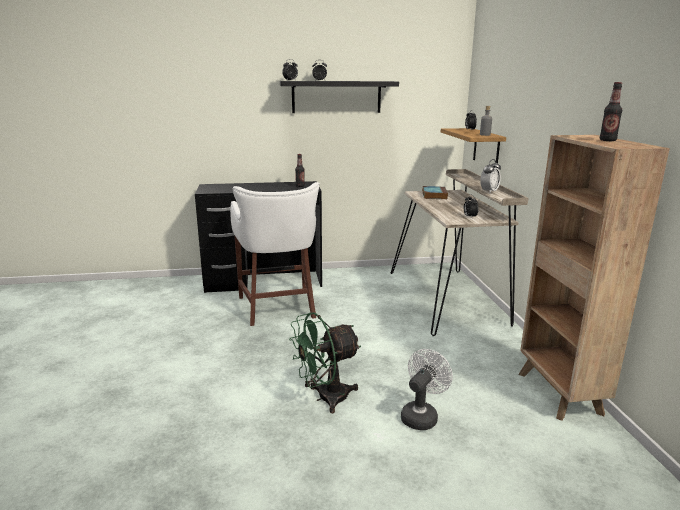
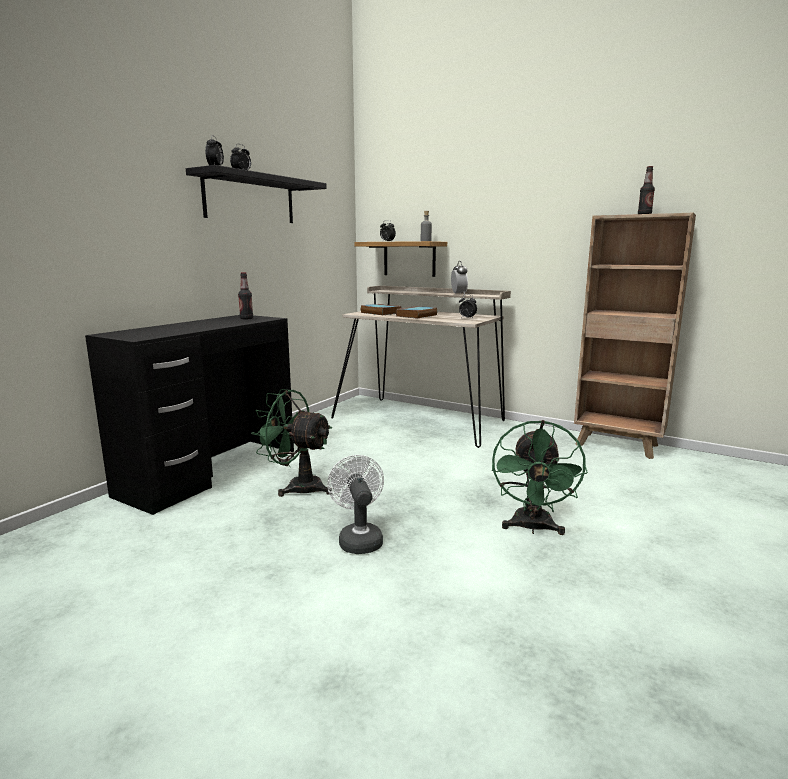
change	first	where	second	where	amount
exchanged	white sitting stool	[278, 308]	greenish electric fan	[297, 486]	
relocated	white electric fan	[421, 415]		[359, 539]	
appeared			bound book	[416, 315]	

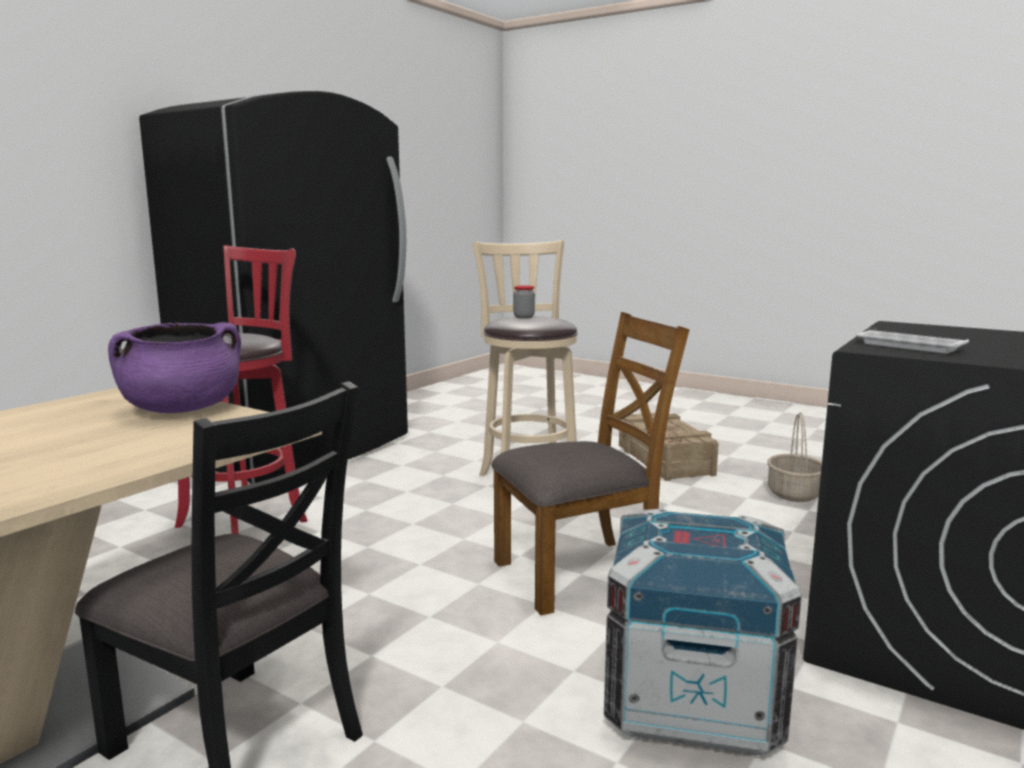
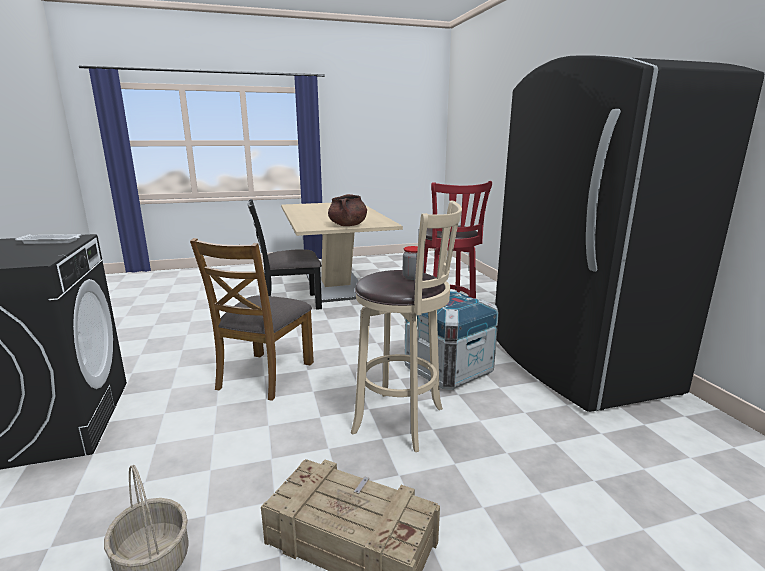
change	first	where	second	where	amount
colour	purplish stockpot	[182, 409]	brownish stockpot	[348, 225]	
relocated	crate	[692, 700]		[448, 370]	

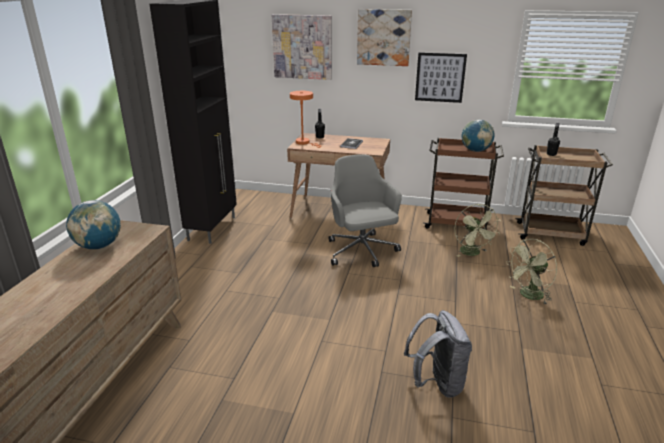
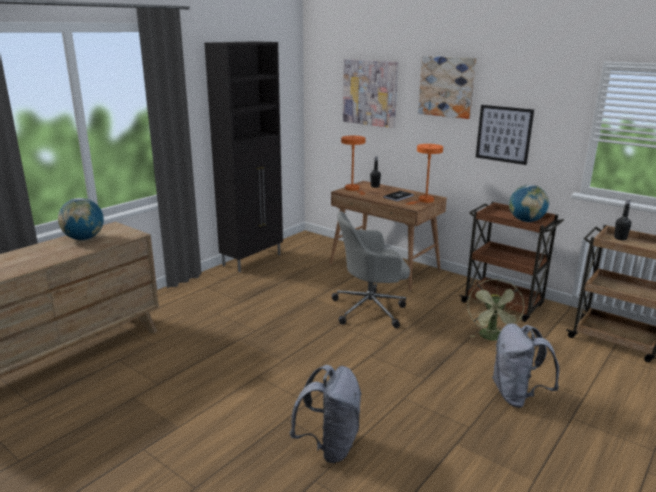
change	first	where	second	where	amount
spun	gray computer chair	[362, 252]		[371, 309]	105 degrees counterclockwise
exchanged	greenish electric fan	[528, 296]	gray rucksack	[517, 396]	
appeared			orange-coloured table lamp	[424, 201]	

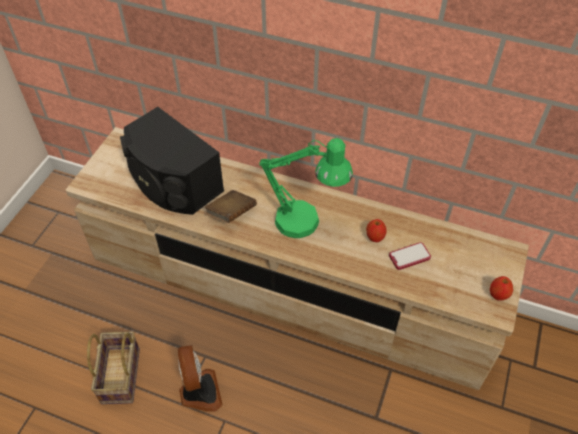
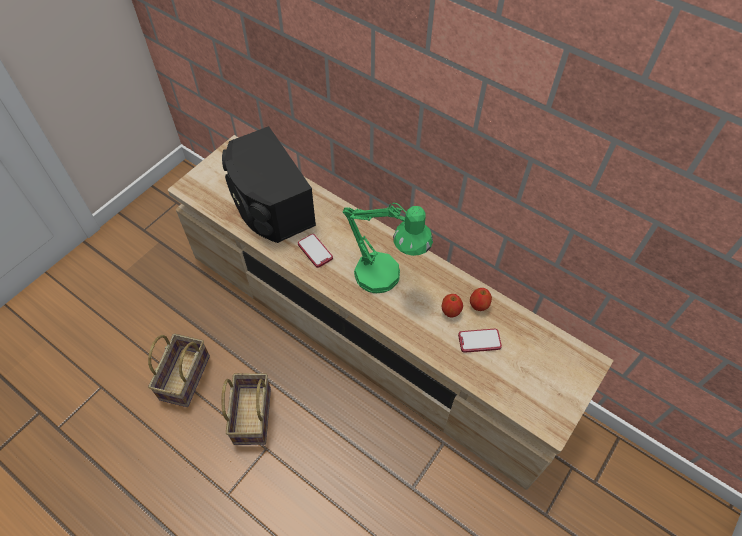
change	first	where	second	where	amount
exchanged	brownish bound book	[231, 214]	phone	[315, 251]	
relocated	apple fruit	[498, 295]		[479, 305]	
exchanged	electric fan	[199, 392]	basket	[251, 414]	

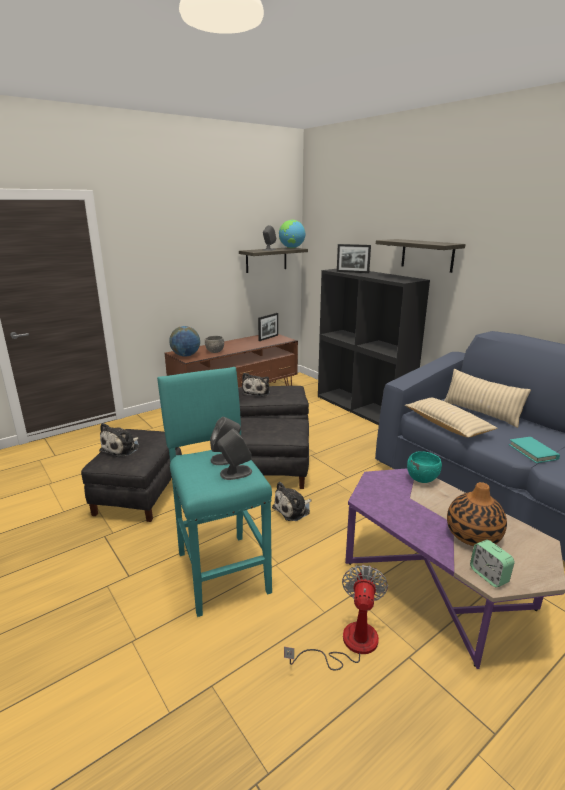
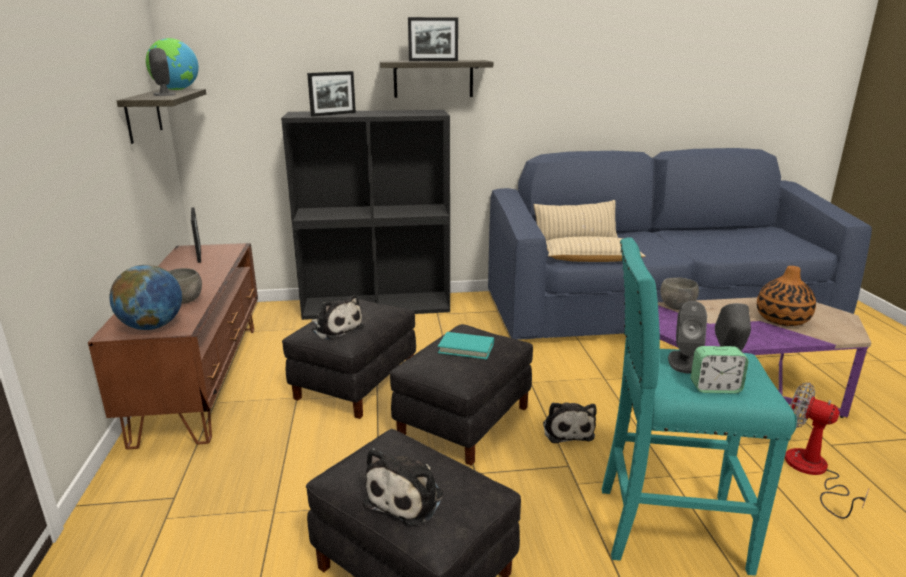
change	first	where	second	where	amount
spun	soft toy	[122, 448]		[407, 497]	60 degrees clockwise
relocated	turquoise bound book	[533, 452]		[466, 348]	
colour	turquoise bowl	[422, 479]	gray bowl	[676, 307]	
relocated	table clock	[488, 575]		[715, 388]	
appeared			picture frame	[433, 61]	

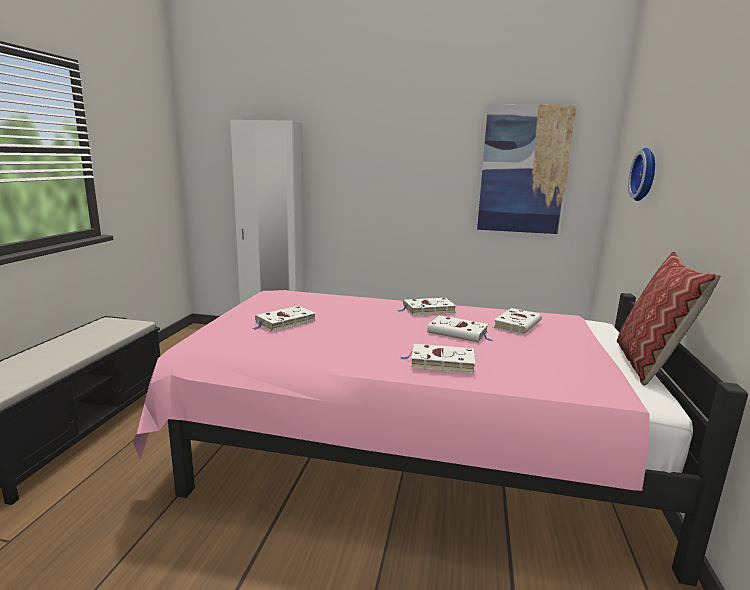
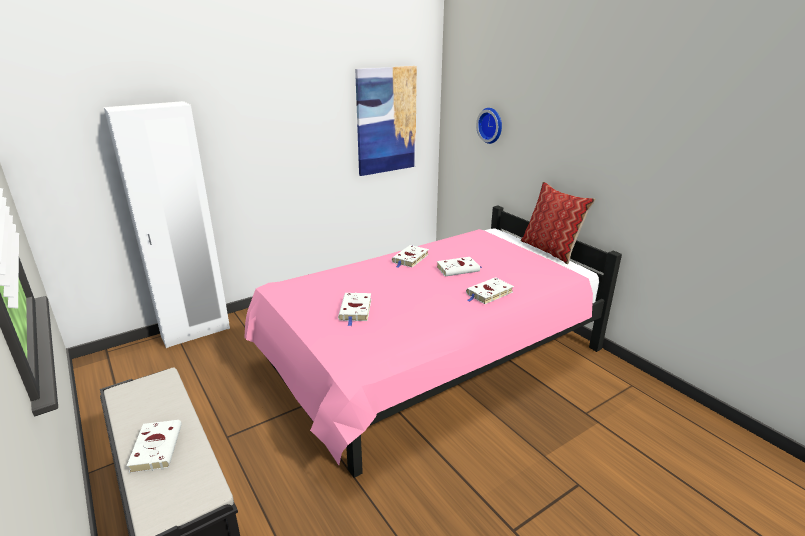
change	first	where	second	where	amount
relocated	white bound book	[517, 324]		[157, 447]	

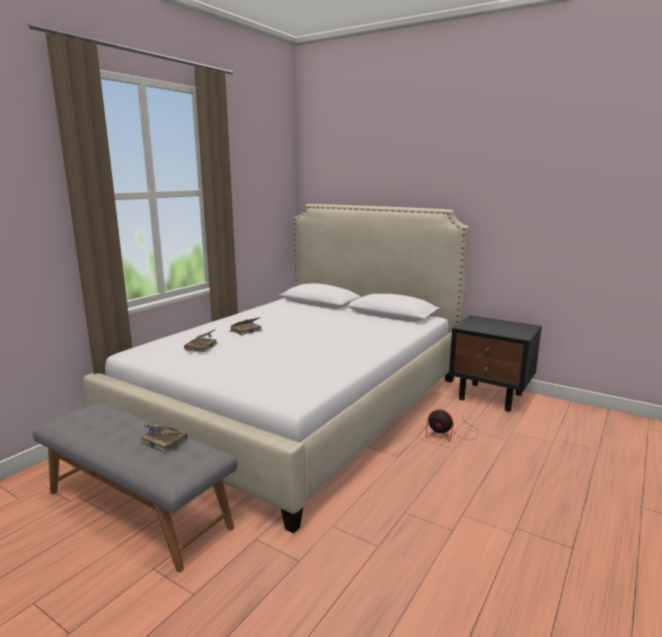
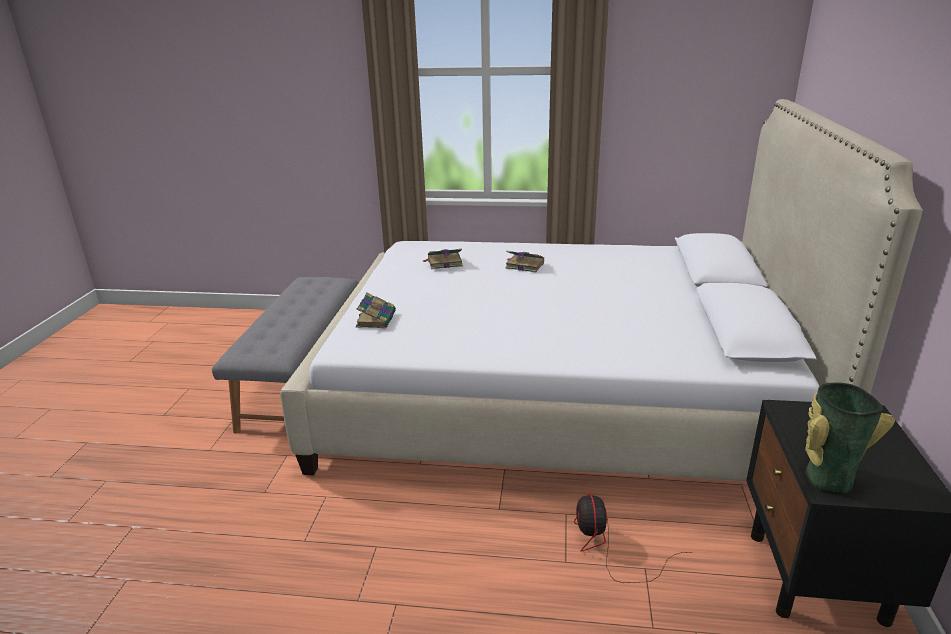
change	first	where	second	where	amount
relocated	bound book	[163, 440]		[376, 319]	
appeared			flower vase	[826, 477]	

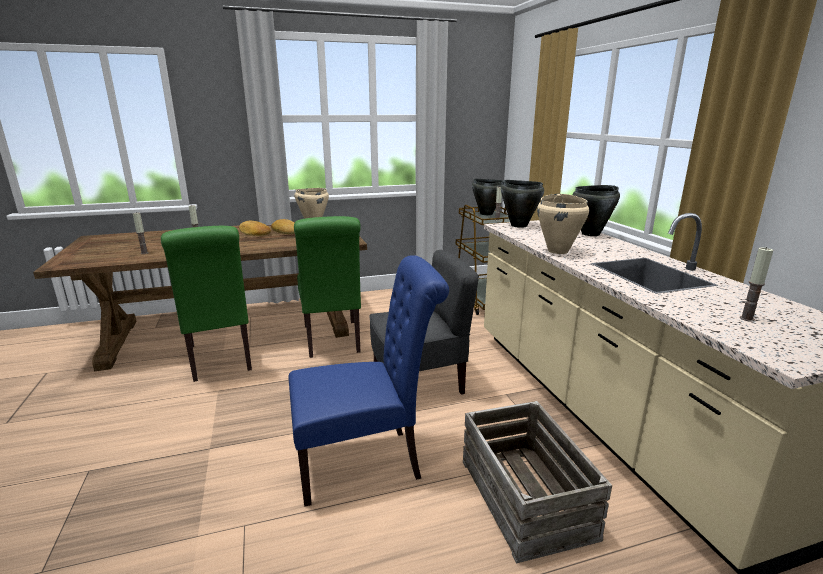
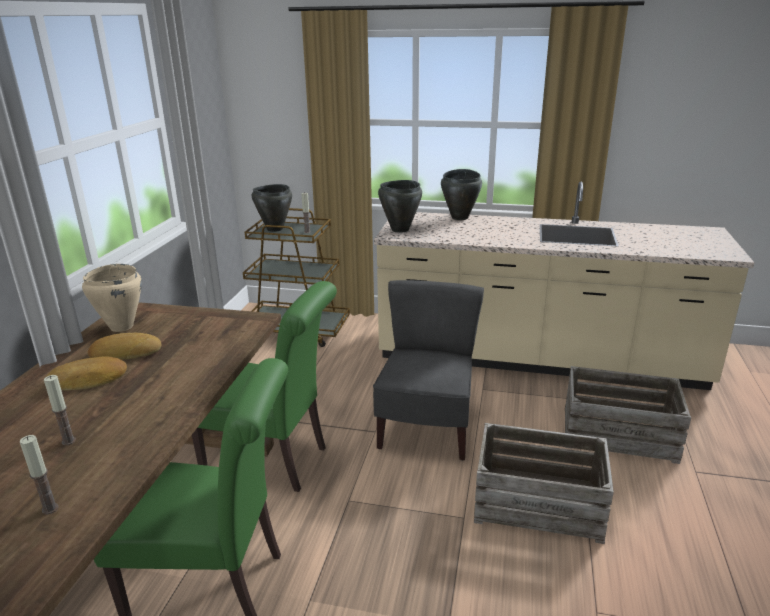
change	first	where	second	where	amount
missing	beige stockpot	[558, 251]			
missing	candle	[746, 318]			
exchanged	blue chair	[366, 462]	crate	[538, 502]	

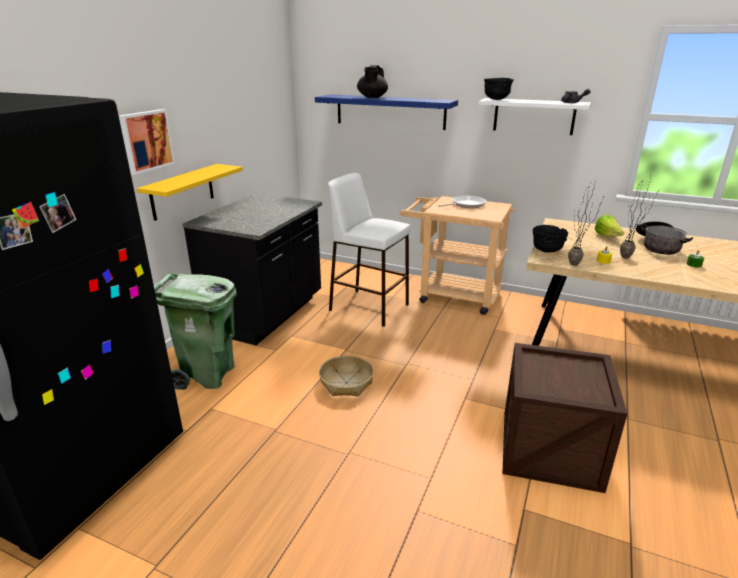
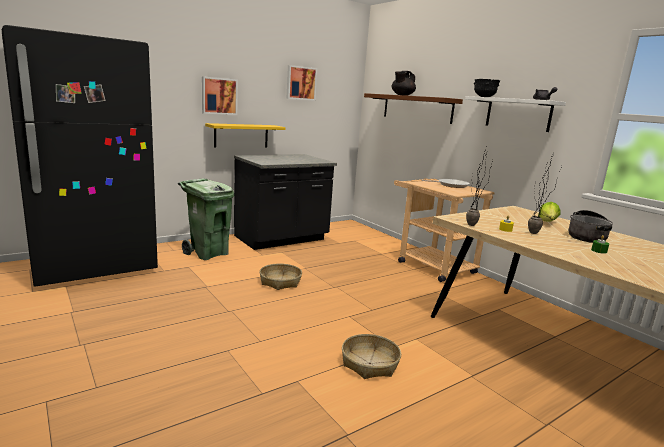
change	first	where	second	where	amount
colour	blue bracket shelf	[390, 111]	brownish bracket shelf	[416, 108]	
missing	white sitting stool	[368, 307]			
missing	black-coloured bowl	[547, 251]			
exchanged	crate	[550, 449]	basket	[370, 363]	
appeared			picture	[300, 83]	

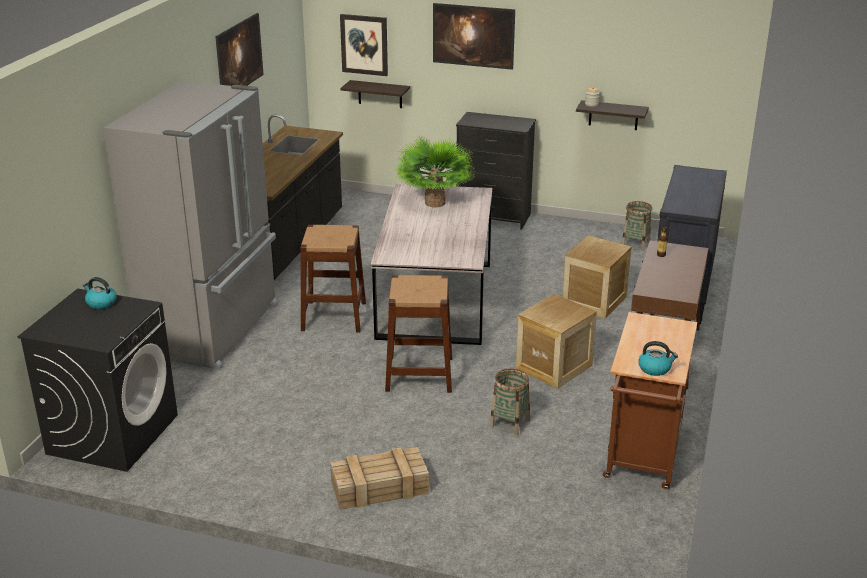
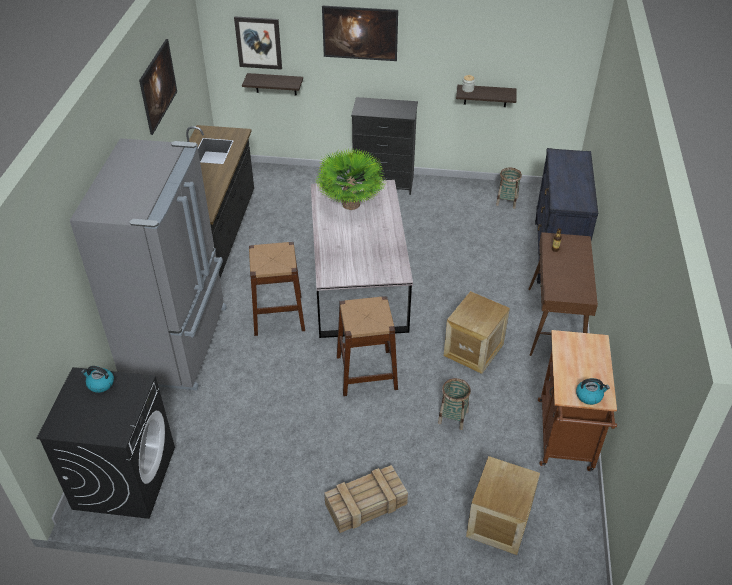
change	first	where	second	where	amount
relocated	crate	[594, 301]		[499, 522]	

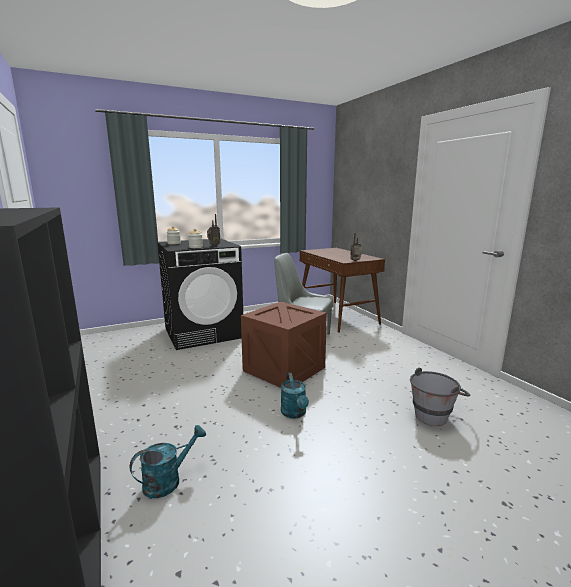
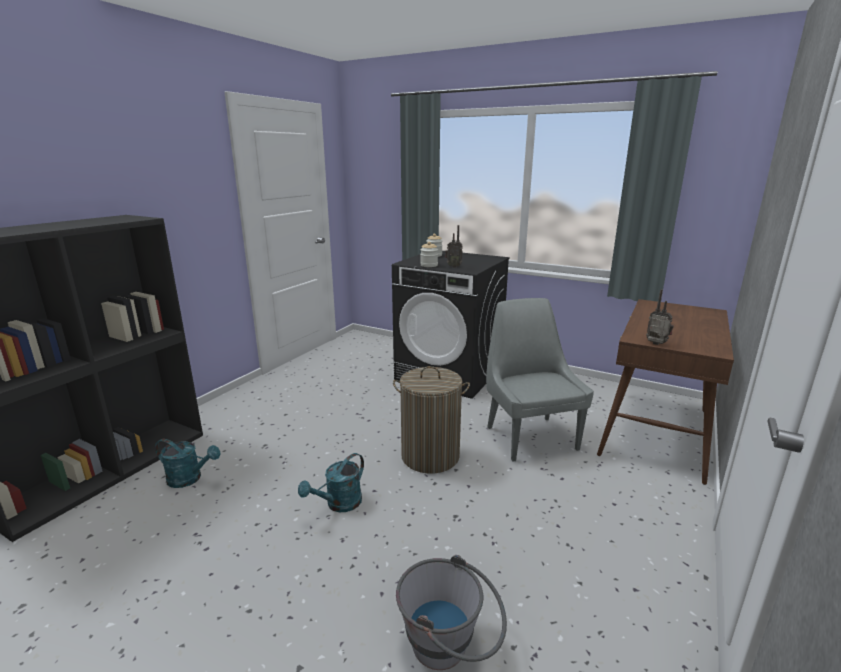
change	first	where	second	where	amount
exchanged	crate	[284, 369]	laundry basket	[430, 456]	

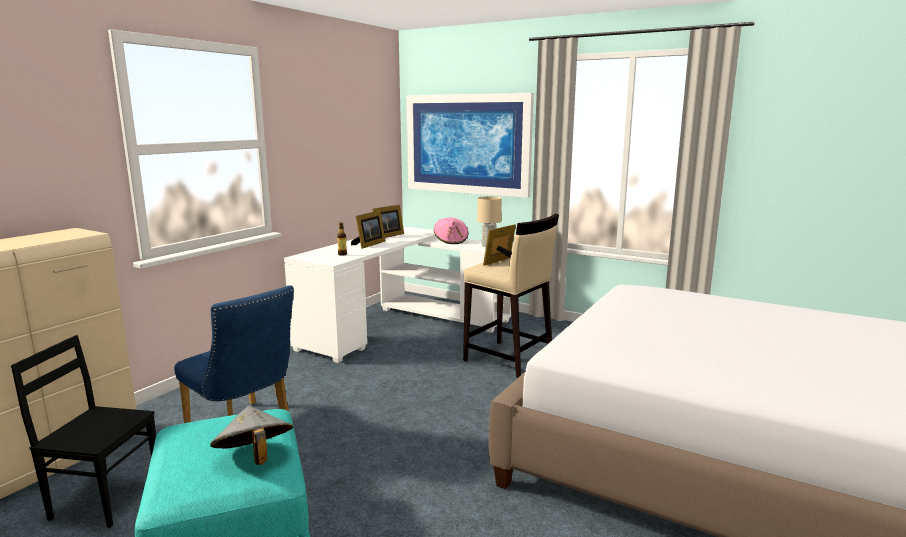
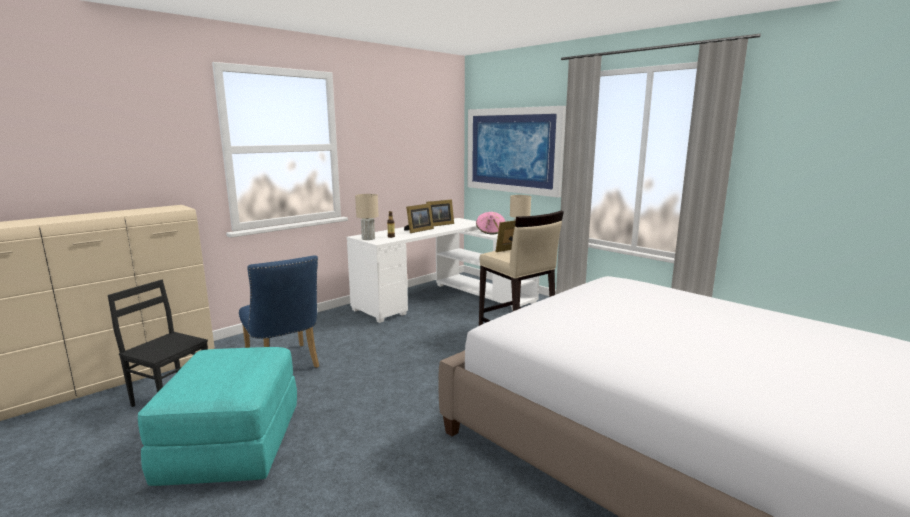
change	first	where	second	where	amount
missing	gray hat	[254, 458]			
appeared			beige table lamp	[368, 238]	

